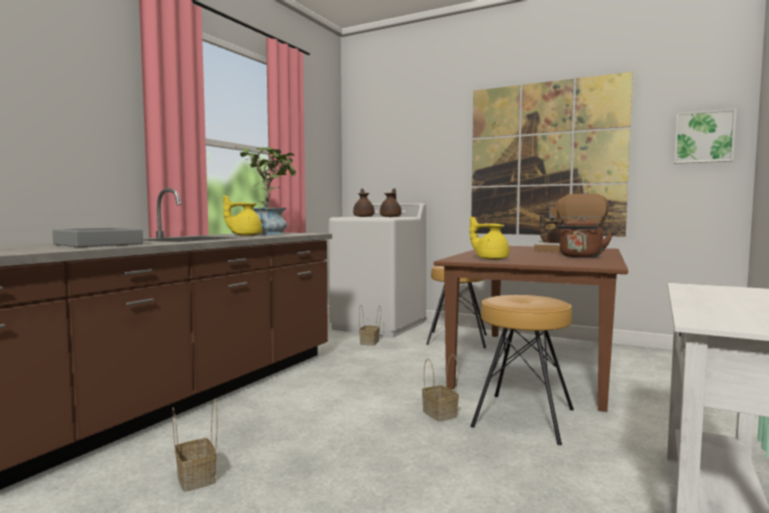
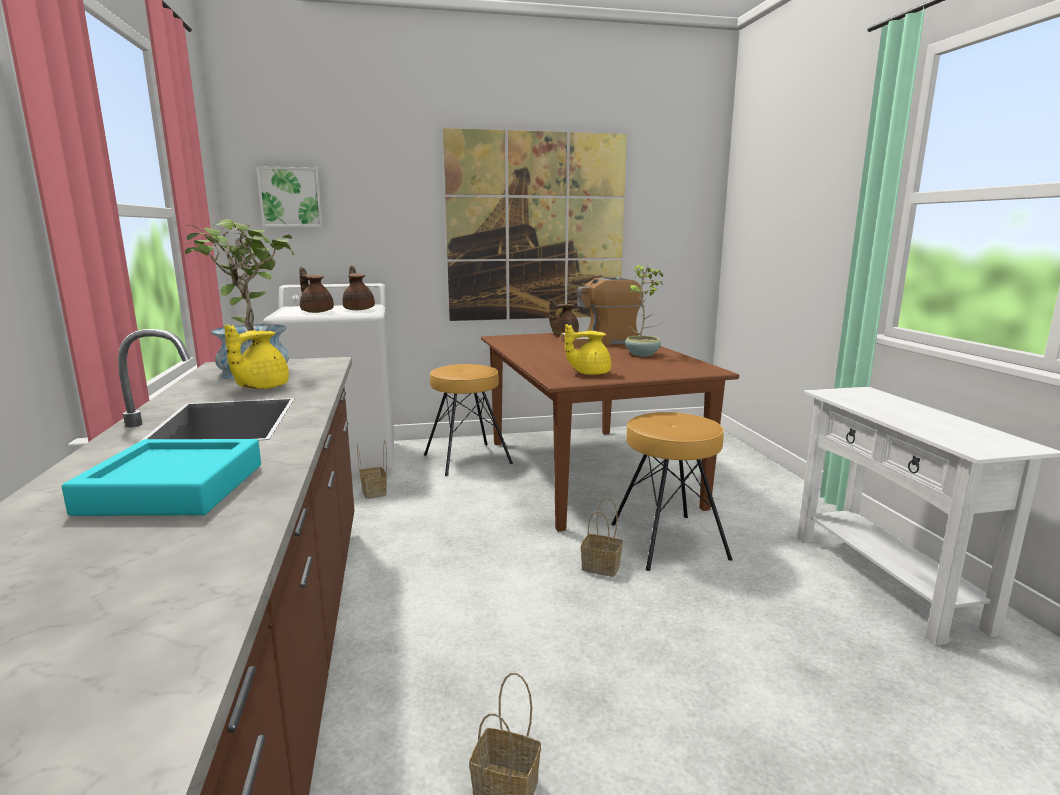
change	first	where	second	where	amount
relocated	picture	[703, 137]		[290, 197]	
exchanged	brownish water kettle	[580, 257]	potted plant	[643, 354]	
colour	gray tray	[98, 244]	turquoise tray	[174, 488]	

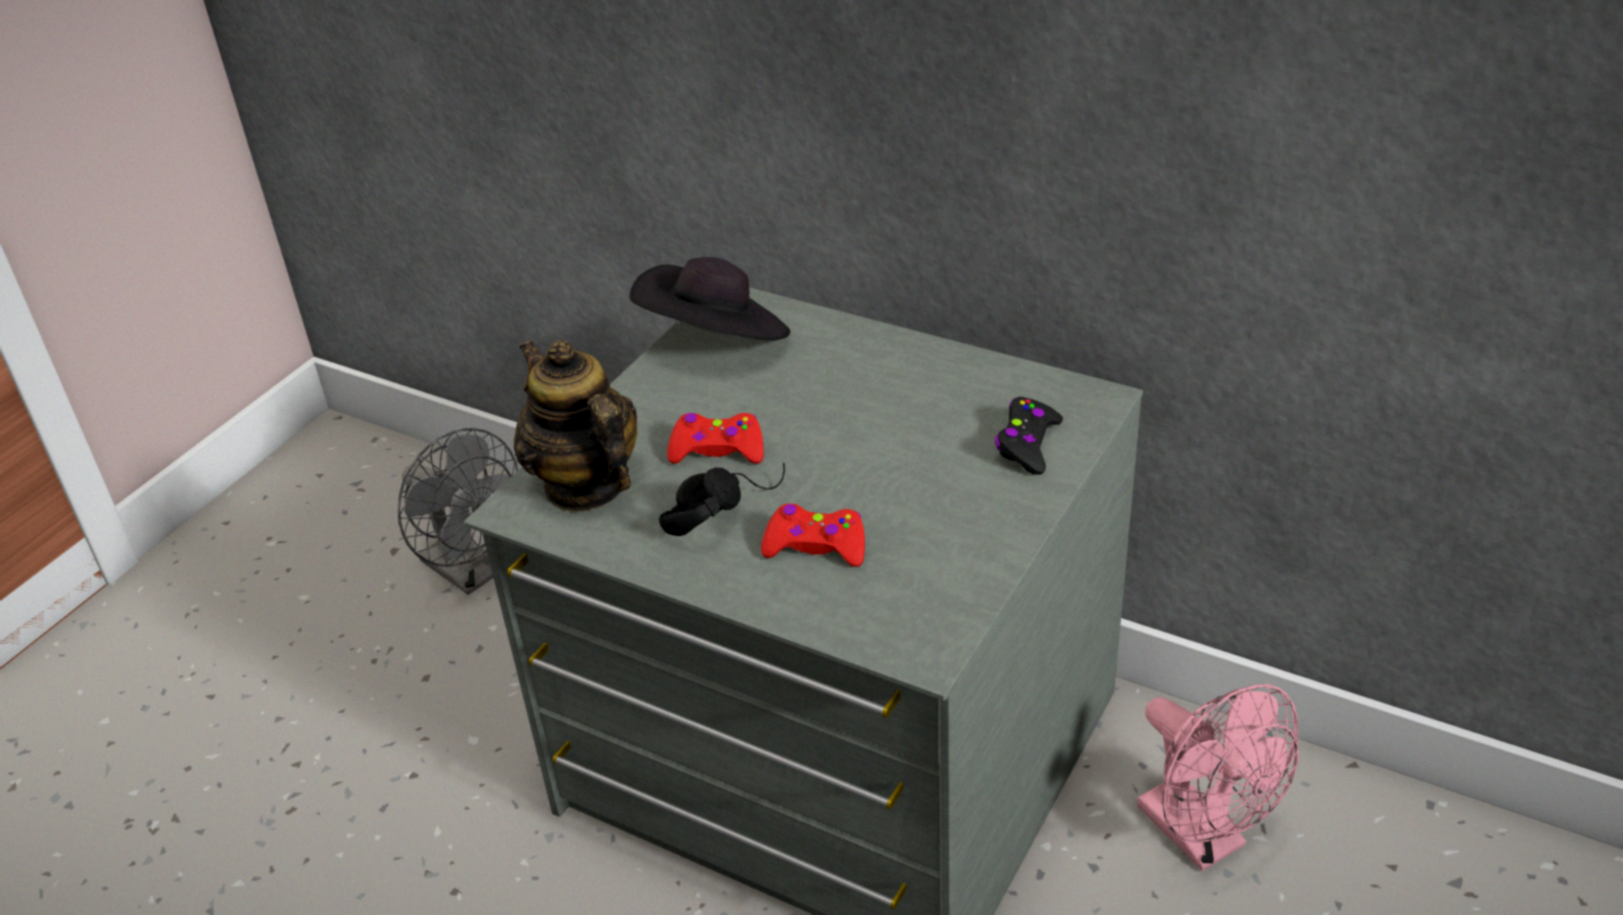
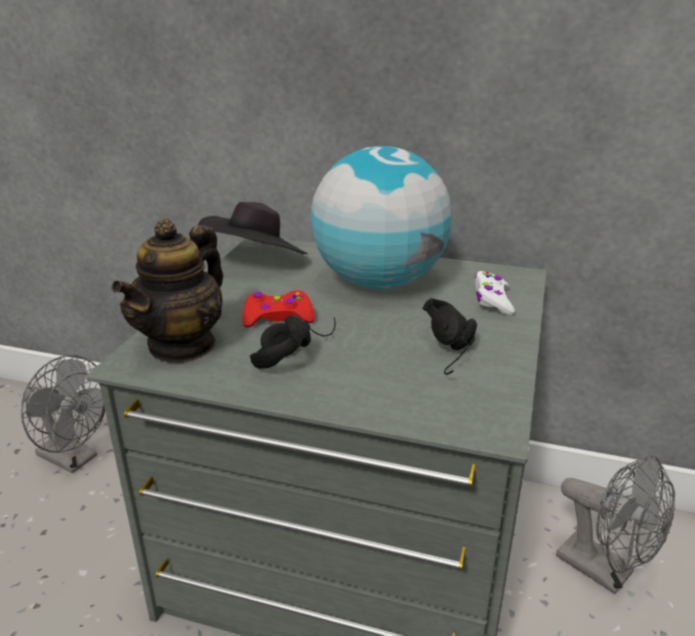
change	first	where	second	where	amount
spun	teapot	[585, 485]		[182, 345]	105 degrees counterclockwise
colour	black-coloured gamepad	[1027, 444]	white gamepad	[492, 300]	
missing	red gamepad	[816, 546]			
colour	pinkish electric fan	[1203, 838]	gray electric fan	[605, 571]	
appeared			desk globe	[379, 282]	
appeared			black-coloured headset	[456, 352]	

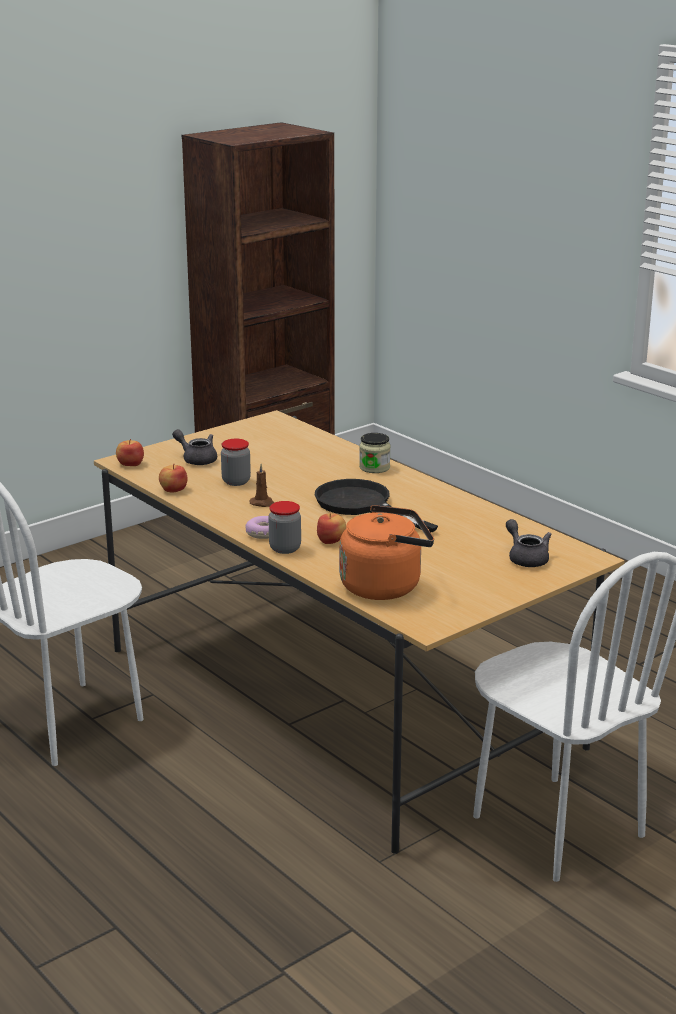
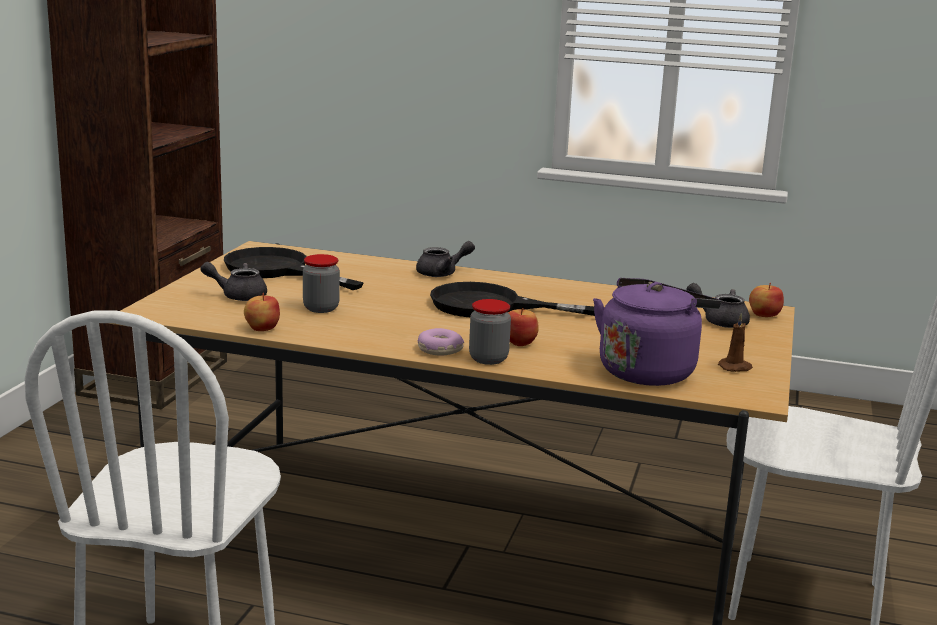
change	first	where	second	where	amount
exchanged	storage jar	[374, 468]	gray teapot	[442, 273]	
relocated	apple fruit	[130, 464]		[764, 315]	
relocated	brownish candle	[263, 503]		[735, 367]	
colour	orange-coloured water kettle	[385, 586]	purplish water kettle	[649, 371]	
appeared			black-coloured pan	[278, 270]	

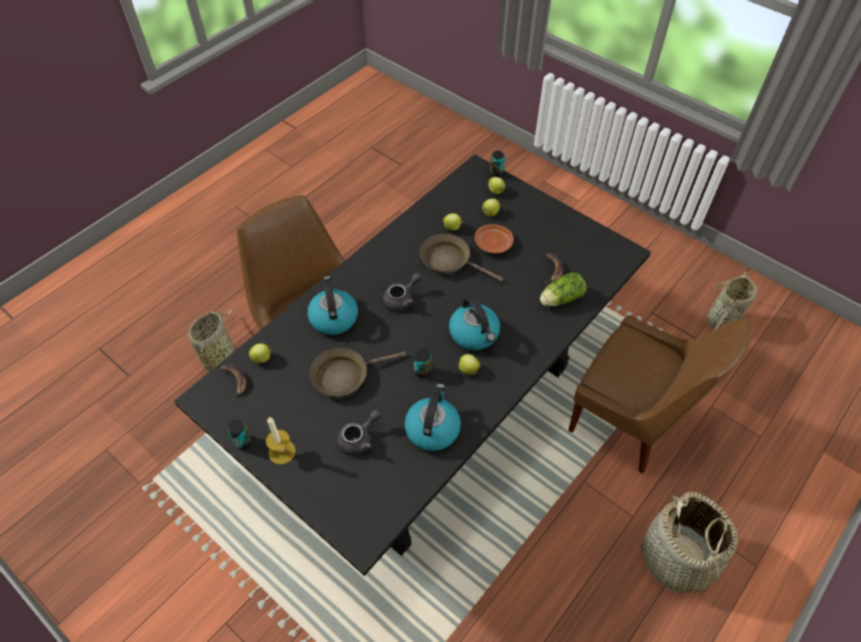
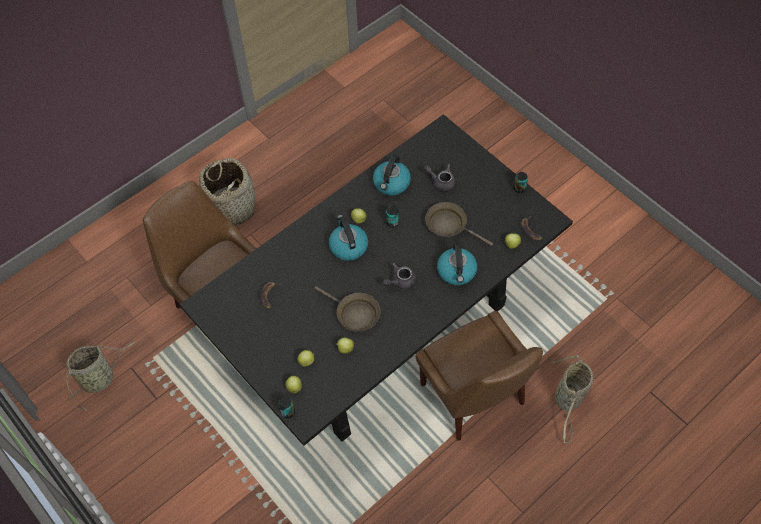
change	first	where	second	where	amount
missing	brownish plate	[494, 244]			
missing	head of lettuce	[559, 299]			
spun	brownish pan	[344, 375]		[449, 225]	135 degrees counterclockwise
spun	gray teapot	[359, 439]		[441, 182]	60 degrees clockwise
missing	candle	[282, 452]			

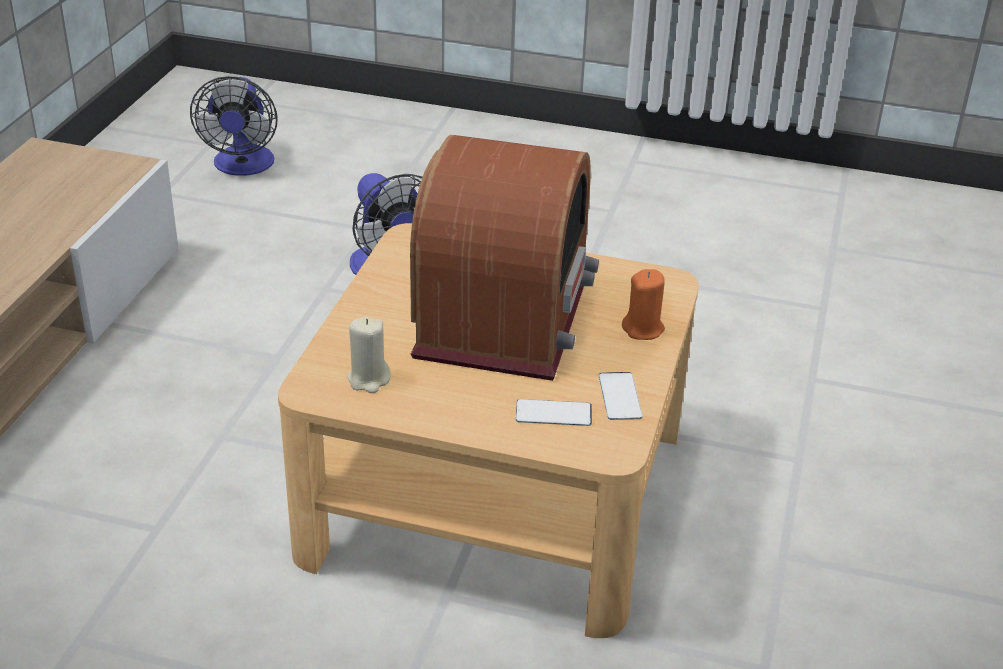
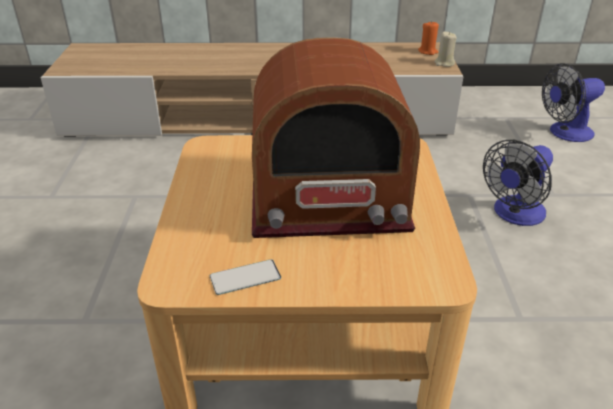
change	first	where	second	where	amount
relocated	orange-coloured candle	[643, 329]		[428, 52]	
relocated	beige candle	[369, 379]		[444, 63]	
missing	phone	[553, 413]			

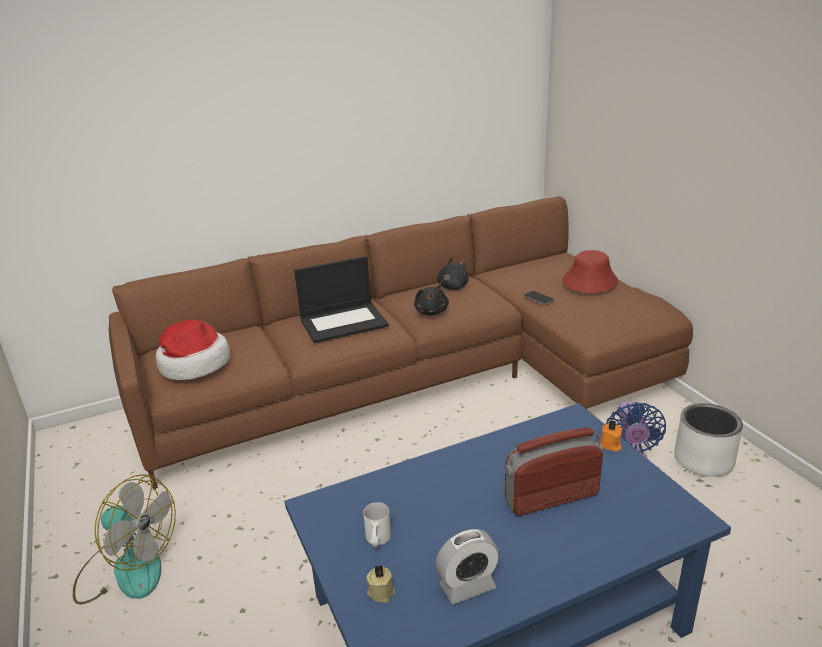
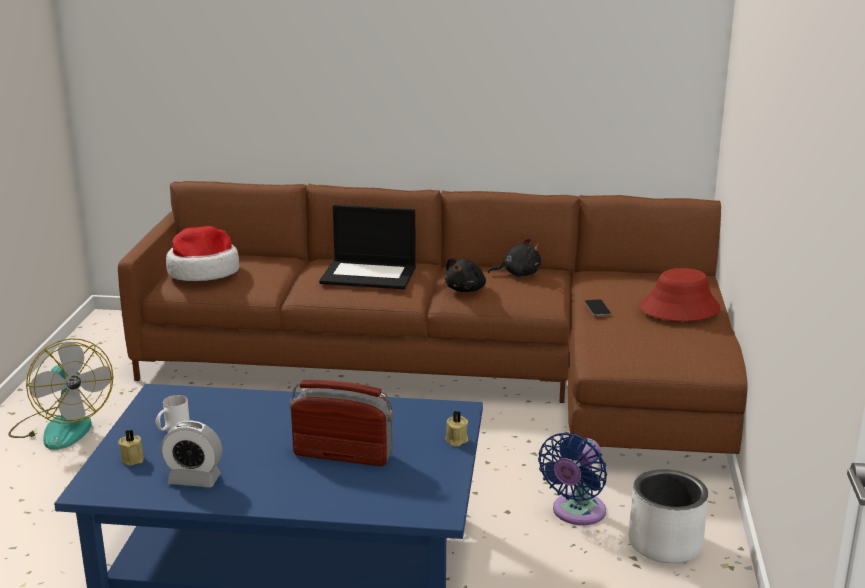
change	first	where	second	where	amount
colour	orange-coloured candle	[610, 445]	beige candle	[456, 440]	

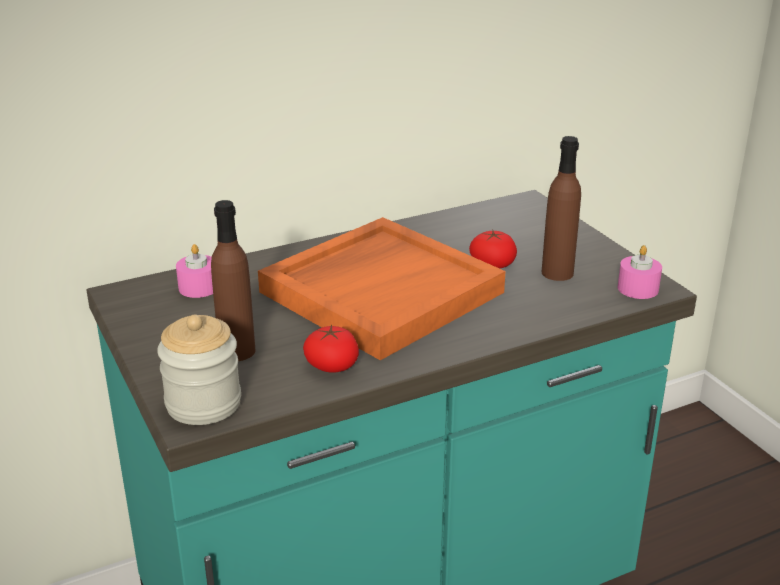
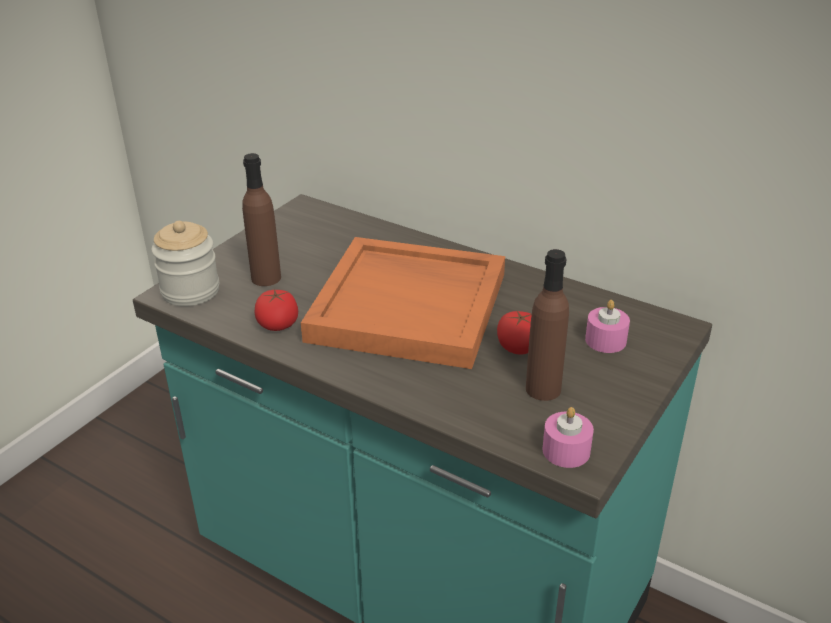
change	first	where	second	where	amount
relocated	pinkish candle	[199, 287]		[605, 340]	

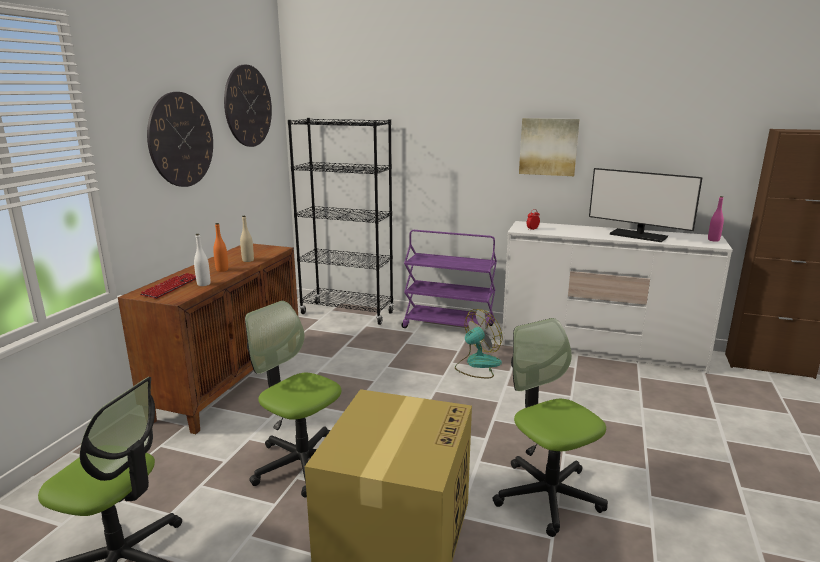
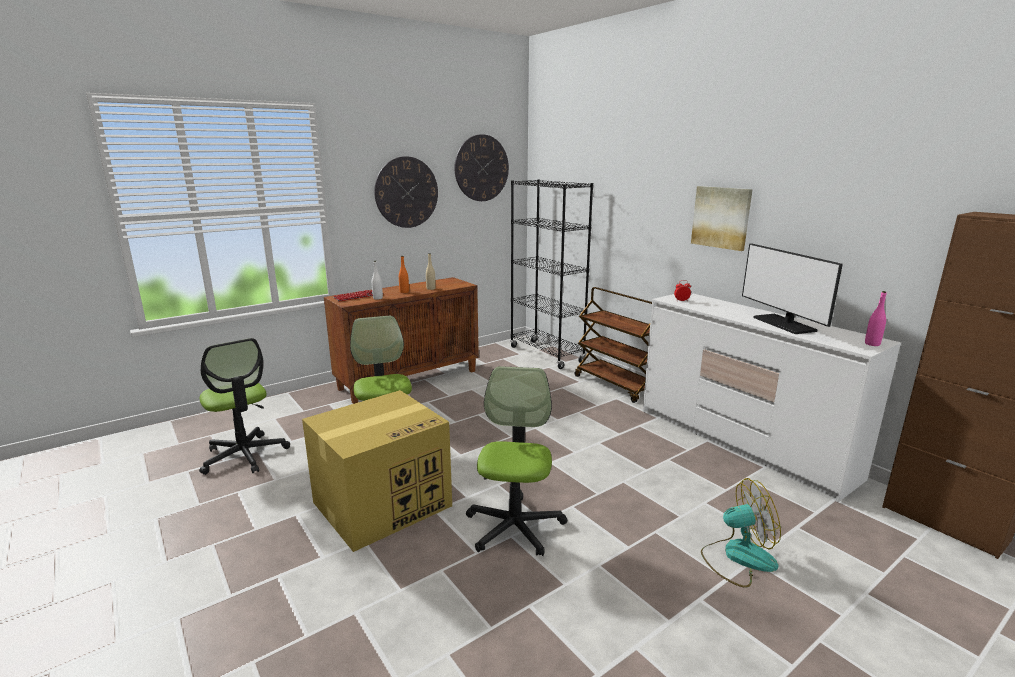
change	first	where	second	where	amount
colour	purplish wheeled cart	[449, 326]	brownish wheeled cart	[616, 385]	
relocated	electric fan	[477, 365]		[738, 557]	

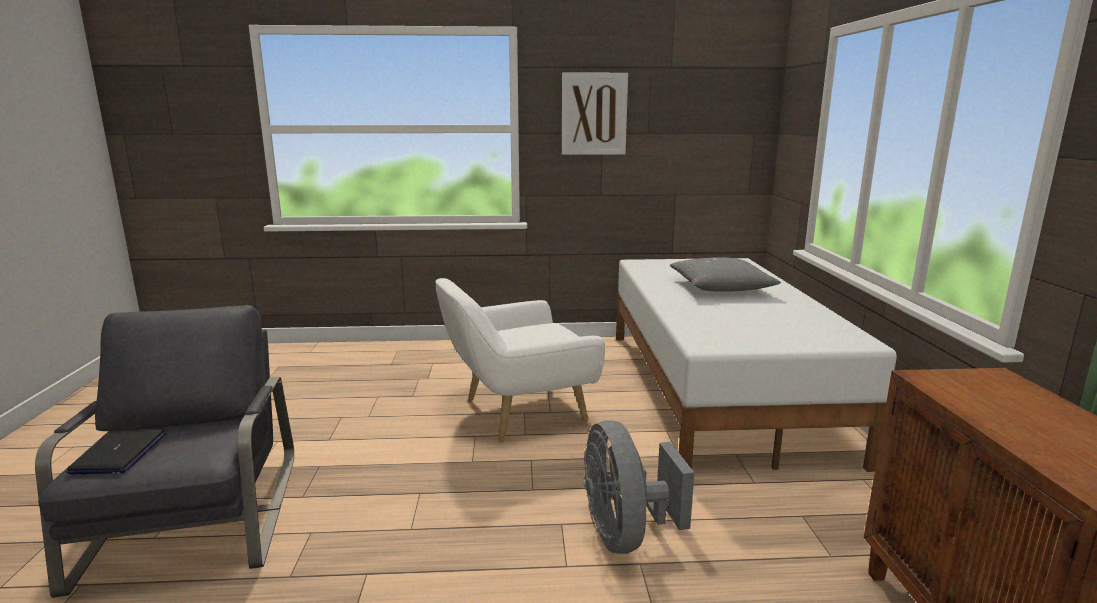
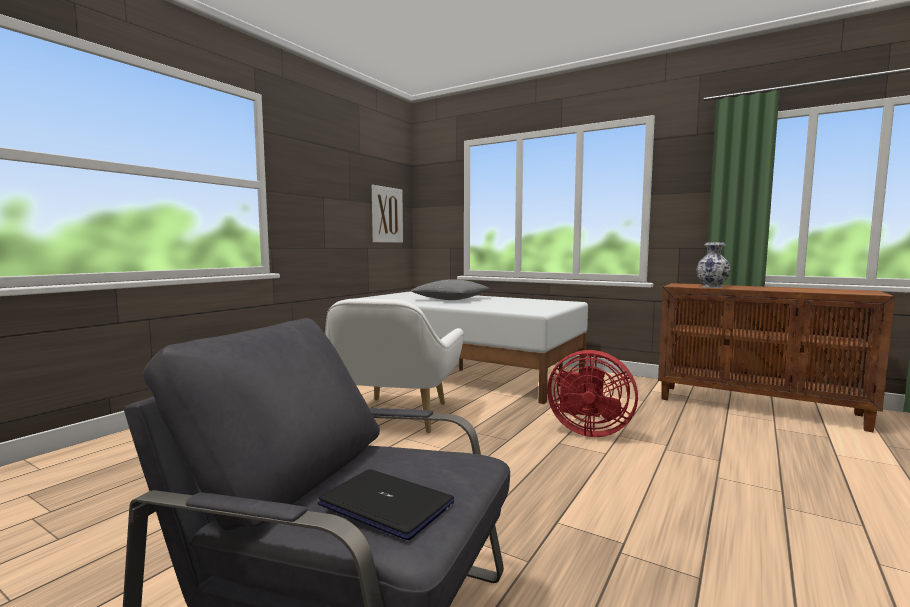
change	first	where	second	where	amount
relocated	picture	[594, 114]		[387, 215]	
colour	gray electric fan	[626, 534]	red electric fan	[587, 431]	
appeared			flower vase	[711, 287]	

